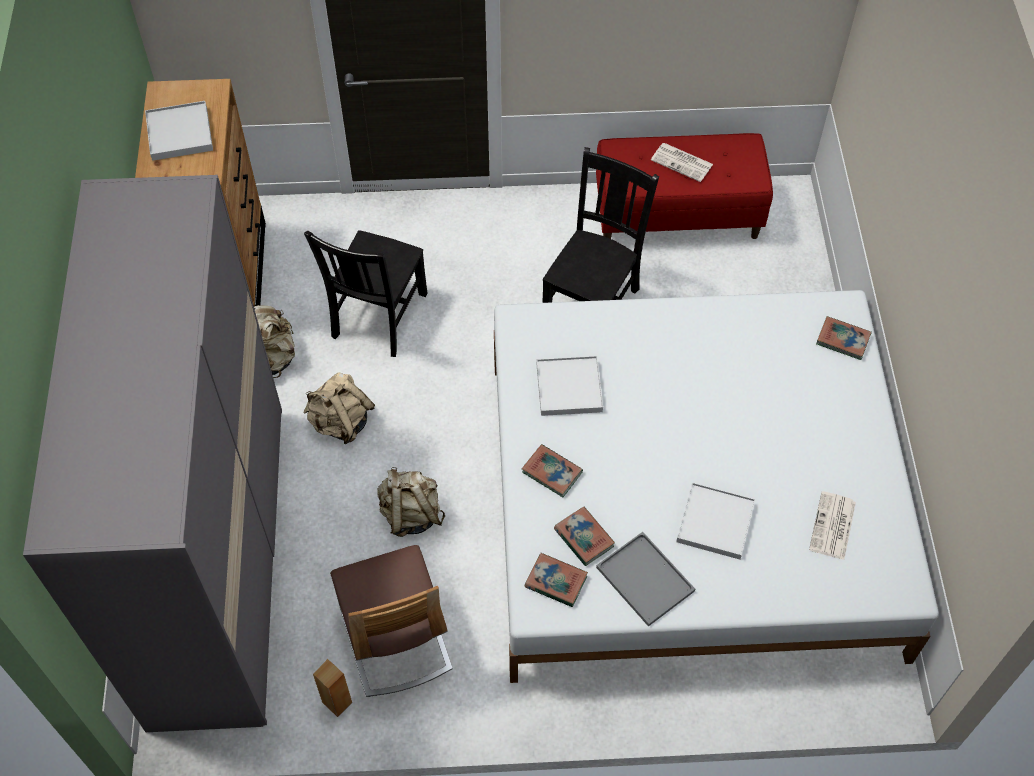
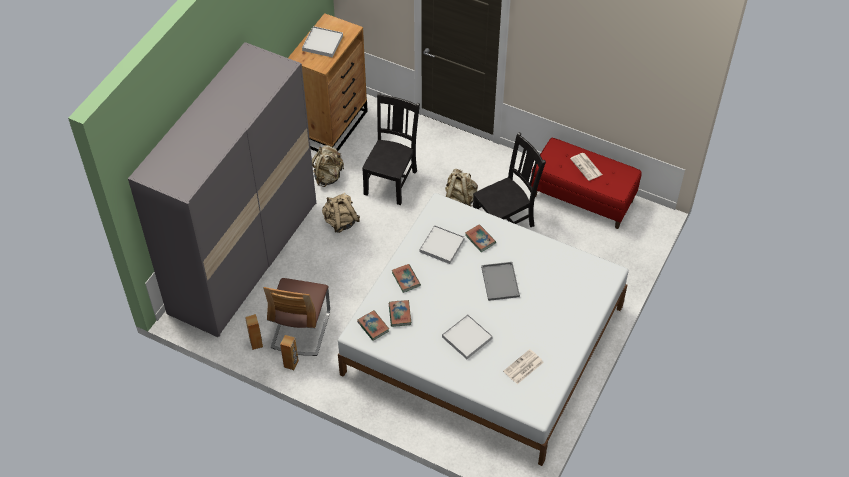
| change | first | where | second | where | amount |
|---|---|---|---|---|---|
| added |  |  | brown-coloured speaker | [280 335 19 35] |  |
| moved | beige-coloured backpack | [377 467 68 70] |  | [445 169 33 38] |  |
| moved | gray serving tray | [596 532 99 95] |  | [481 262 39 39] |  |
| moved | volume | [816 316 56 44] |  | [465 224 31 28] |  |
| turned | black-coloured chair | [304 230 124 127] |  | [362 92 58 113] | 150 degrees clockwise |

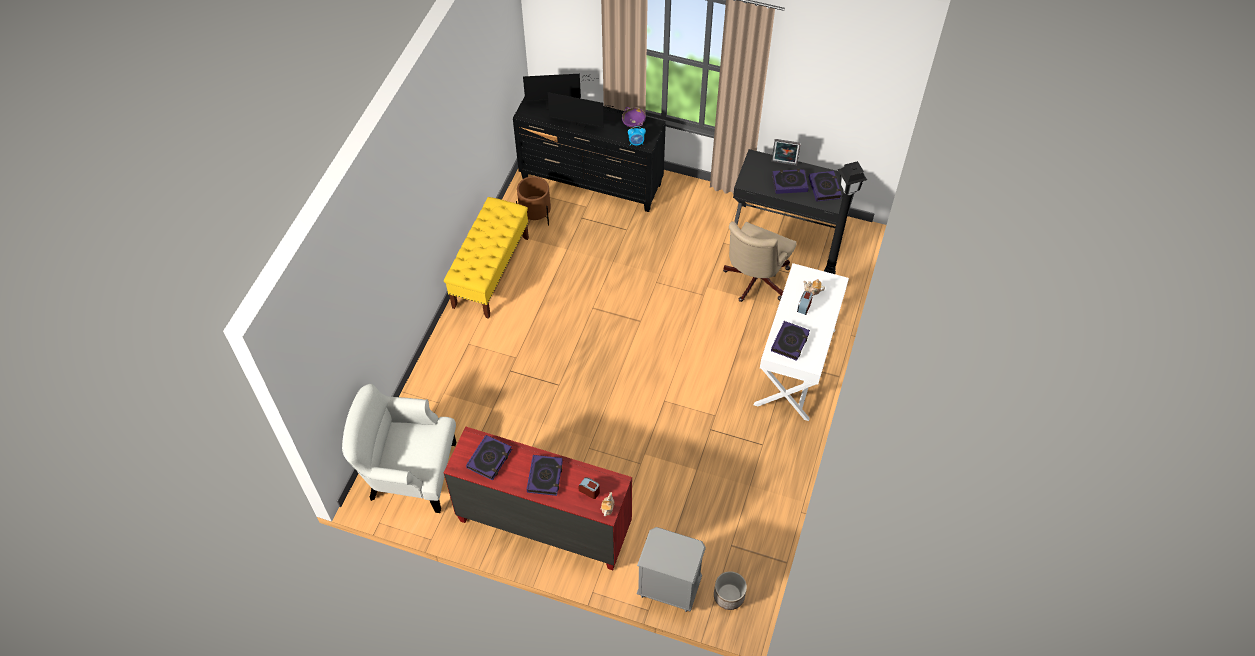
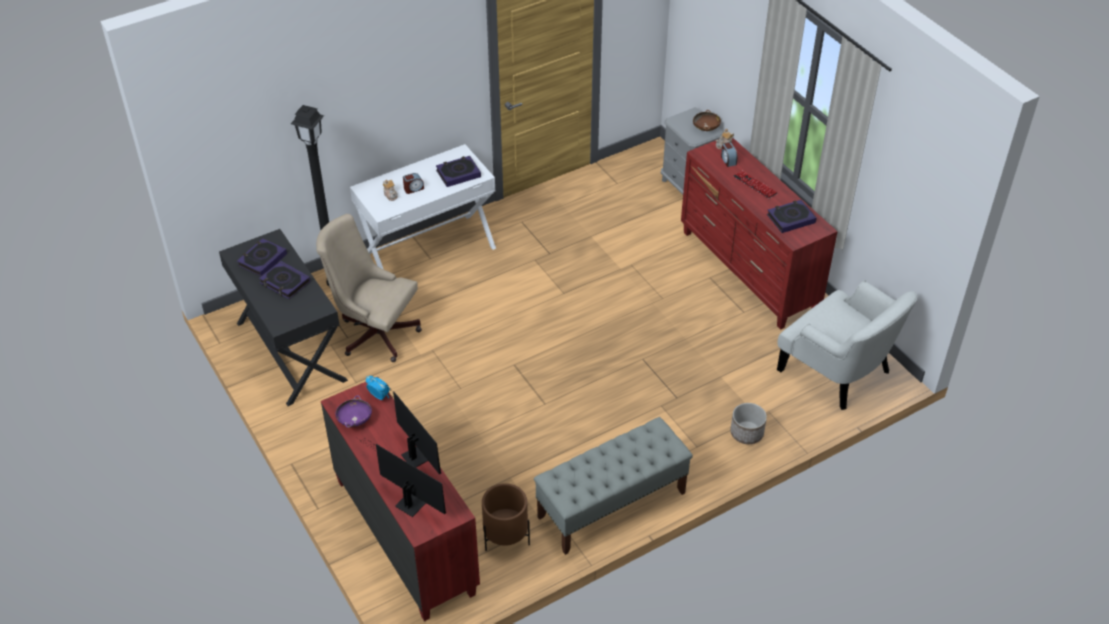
| change | first | where | second | where | amount |
|---|---|---|---|---|---|
| removed | standing frame | [771 139 30 27] |  |  |  |
| added |  |  | brown-coloured deep dish | [693 110 28 21] |  |
| moved | planter | [714 571 33 39] |  | [730 403 37 41] |  |
| replaced | volume | [527 455 36 41] | keyboard | [733 171 45 28] |  |
| recoloured | yellow-coloured indoor bench | [444 197 85 122] | gray indoor bench | [534 417 159 138] |  |
| recoloured | black-coloured drawer chest | [513 96 153 116] | red-coloured drawer chest | [321 377 159 244] |  |
| turned | beige-coloured desk chair | [723 221 74 81] |  | [316 214 106 148] | 135 degrees counterclockwise |

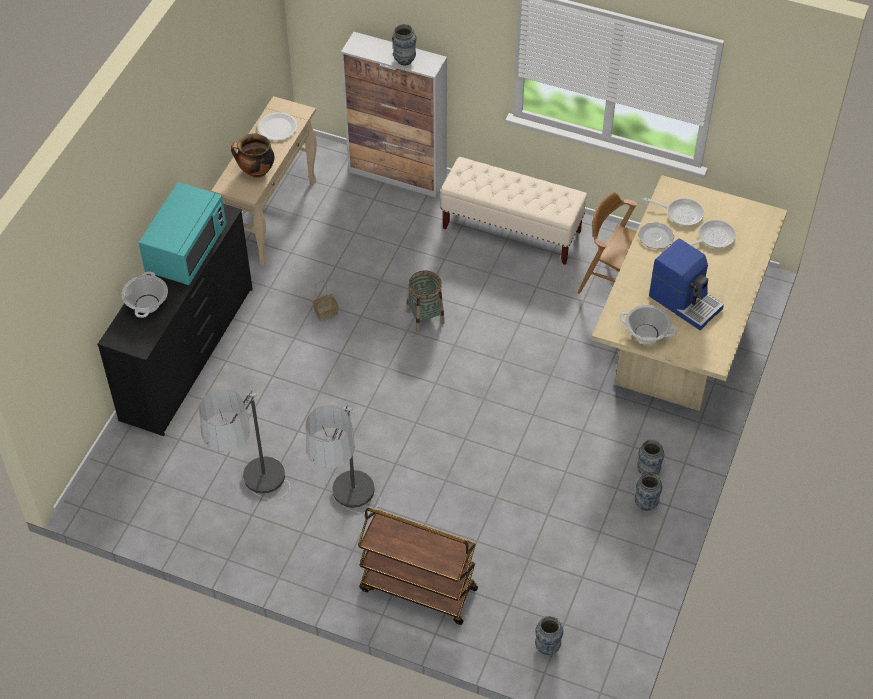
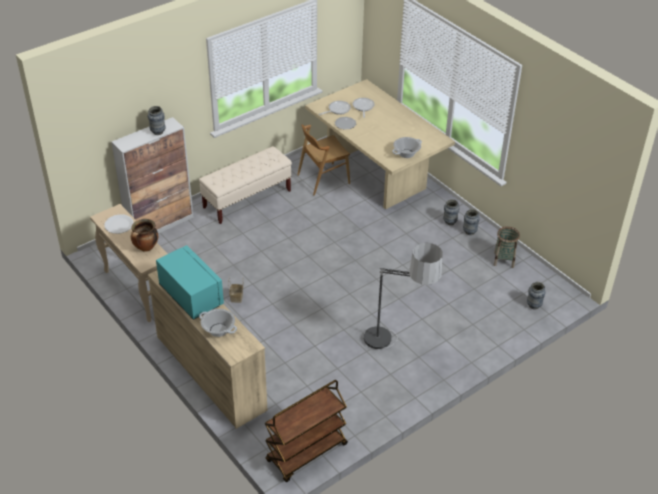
| change | first | where | second | where | amount |
|---|---|---|---|---|---|
| removed | standard lamp | [199 389 91 111] |  |  |  |
| removed | coffee maker | [649 239 75 91] |  |  |  |
| moved | brown-coloured wheeled cart | [358 508 120 117] |  | [265 380 83 102] |  |
| moved | household basket | [406 271 39 61] |  | [494 226 26 42] |  |
| recoloured | black-coloured drawer chest | [97 204 156 232] | beige-coloured drawer chest | [148 270 120 159] |  |

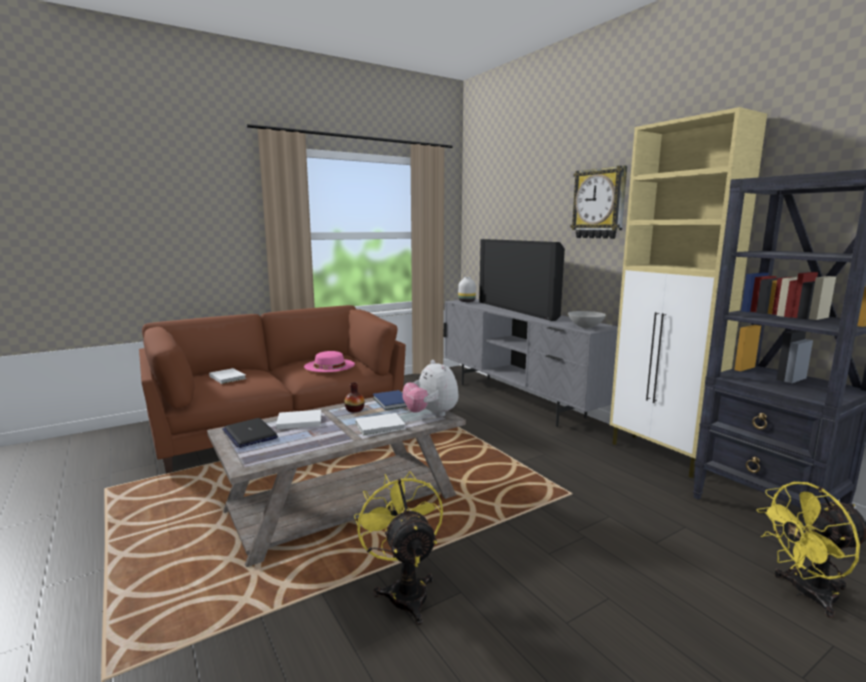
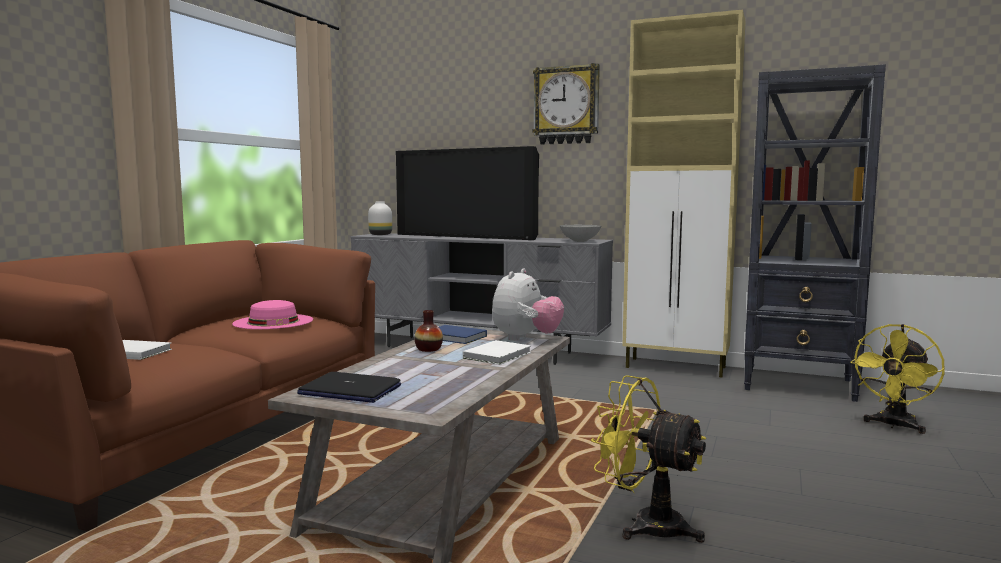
| change | first | where | second | where | amount |
|---|---|---|---|---|---|
| removed | white volume | [276 410 45 20] |  |  |  |
| turned | cuddly toy | [403 360 55 57] |  | [492 269 72 72] | 90 degrees counterclockwise |

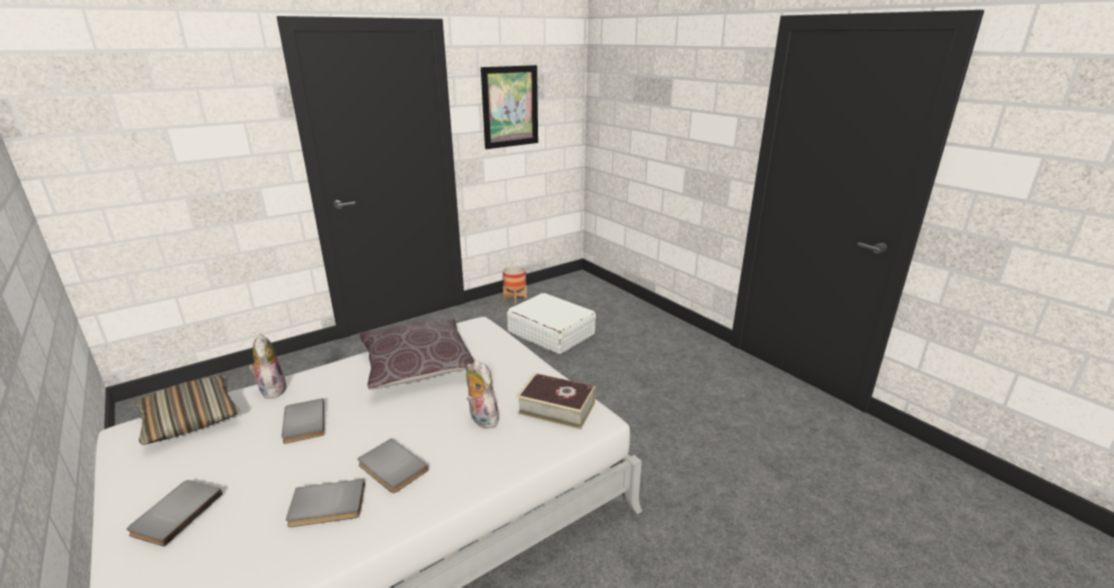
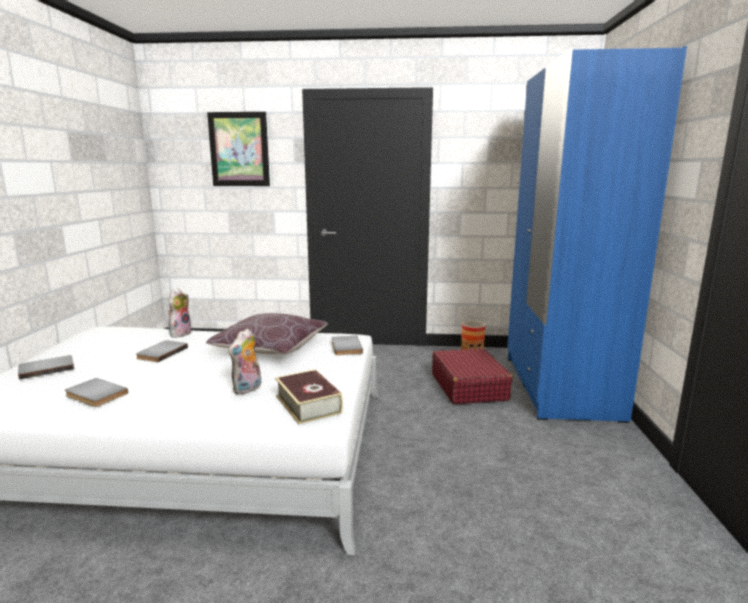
| change | first | where | second | where | amount |
|---|---|---|---|---|---|
| removed | throw pillow | [135 375 105 70] |  |  |  |
| added |  |  | blue-coloured armoire | [507 46 180 377] |  |
| moved | gray volume | [358 439 71 54] |  | [332 336 31 19] |  |
| moved | wall picture | [481 65 57 84] |  | [207 112 63 74] |  |
| recoloured | white travel case | [507 293 89 61] | red-coloured travel case | [432 348 81 56] |  |
| turned | cuddly toy | [466 360 33 69] |  | [228 328 33 67] | 150 degrees counterclockwise |

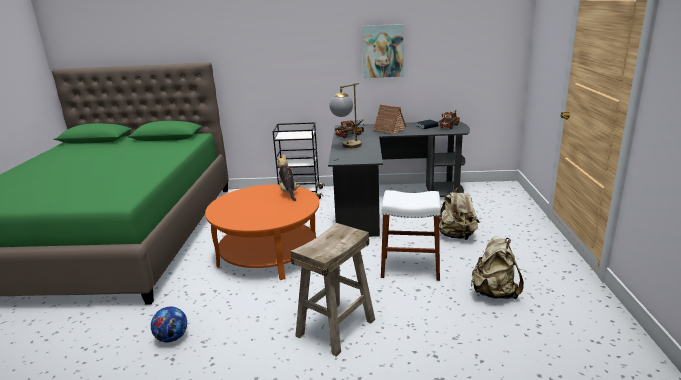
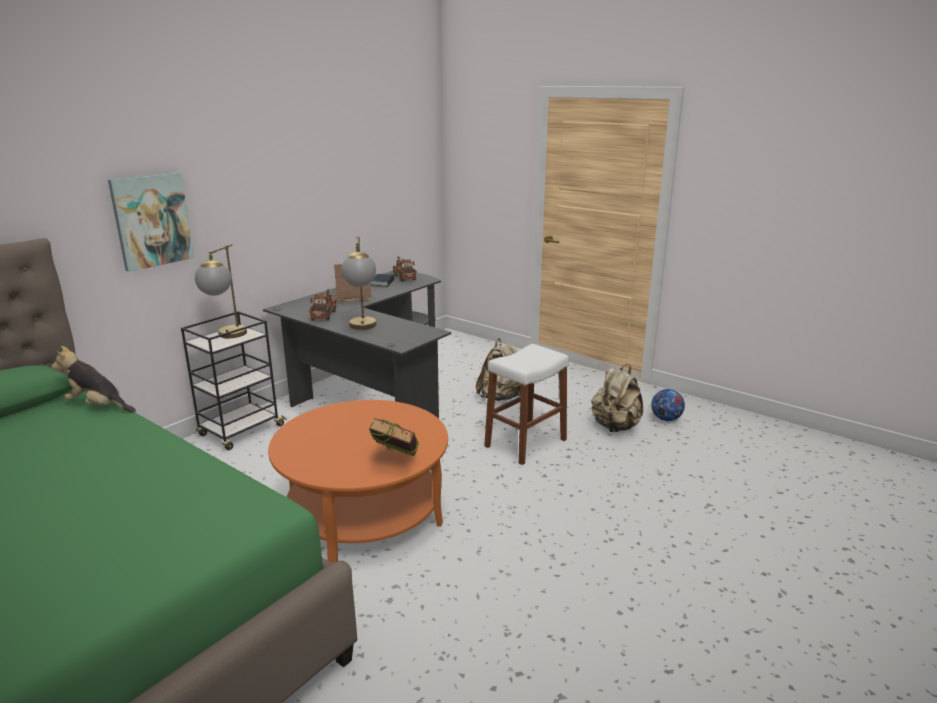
| change | first | where | second | where | amount |
|---|---|---|---|---|---|
| removed | beige-coloured sitting stool | [290 223 85 134] |  |  |  |
| added |  |  | tabletop lamp | [195 244 52 94] |  |
| added |  |  | volume | [369 418 50 38] |  |
| moved | football ball | [151 307 36 35] |  | [651 389 34 32] |  |
| moved | cuddly toy | [277 155 23 46] |  | [52 346 84 67] |  |
| moved | wall picture | [362 24 42 54] |  | [108 172 86 100] |  |

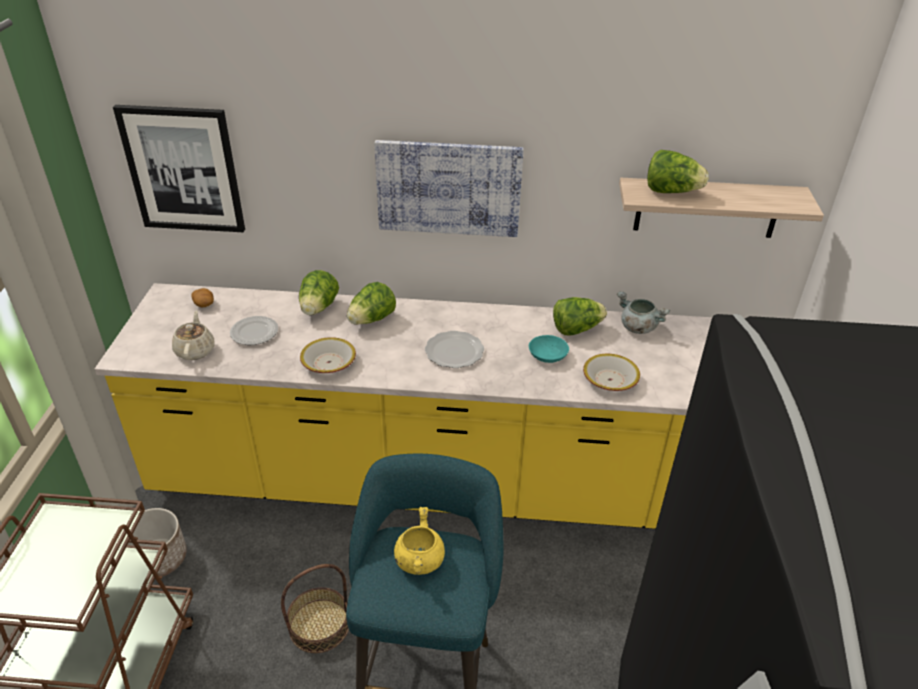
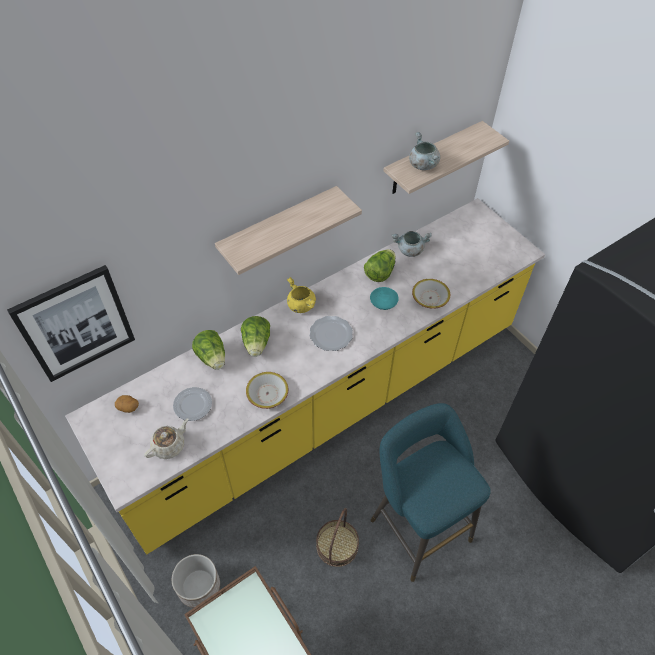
| change | first | where | second | where | amount |
|---|---|---|---|---|---|
| moved | yellow-coloured stockpot | [394 507 51 68] |  | [287 277 29 36] |  |
| replaced | wall picture | [374 140 150 97] | shelf | [215 186 147 89] |  |
| replaced | lettuce head | [647 150 62 43] | gray stockpot | [409 132 31 38] |  |
| turned | beige-coloured tea pot | [172 310 43 50] |  | [144 418 44 41] | 90 degrees clockwise |

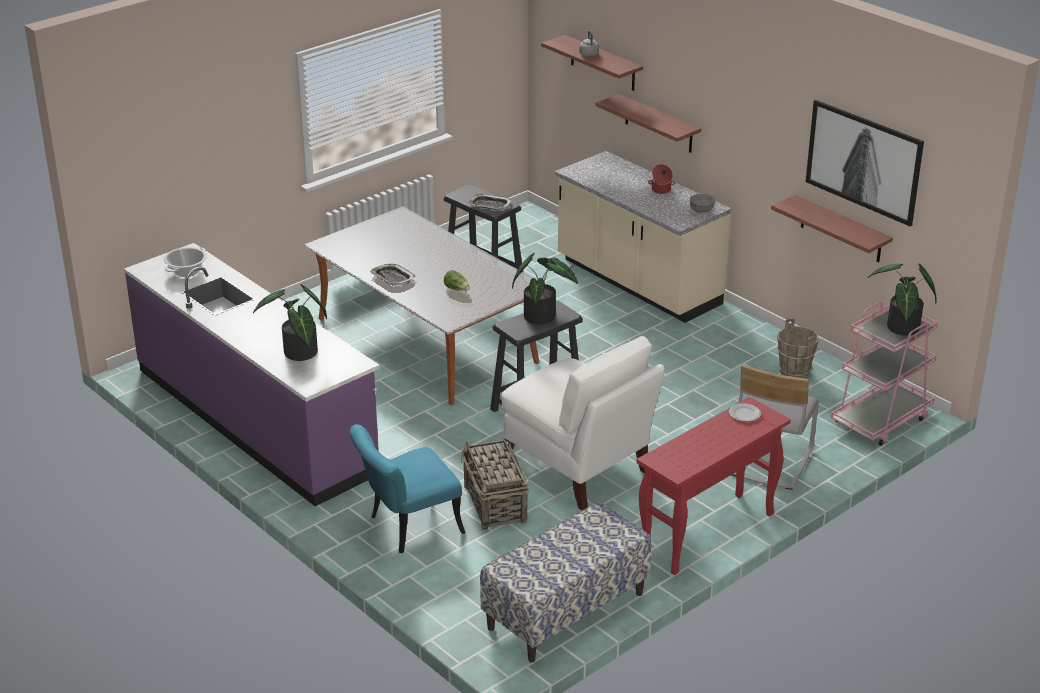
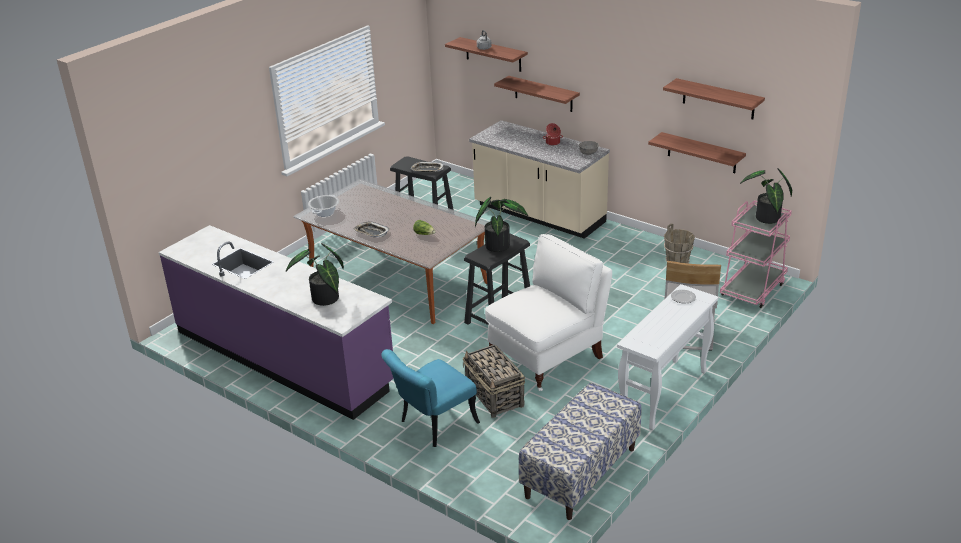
| change | first | where | second | where | amount |
|---|---|---|---|---|---|
| moved | stockpot | [164 247 43 30] |  | [308 195 31 22] |  |
| replaced | wall picture | [806 100 118 127] | shelf | [663 78 102 41] |  |
| recoloured | red-coloured console table | [636 397 155 178] | white console table | [617 284 102 146] |  |
| turned | white chair | [501 336 163 174] |  | [485 234 127 157] | 75 degrees counterclockwise |

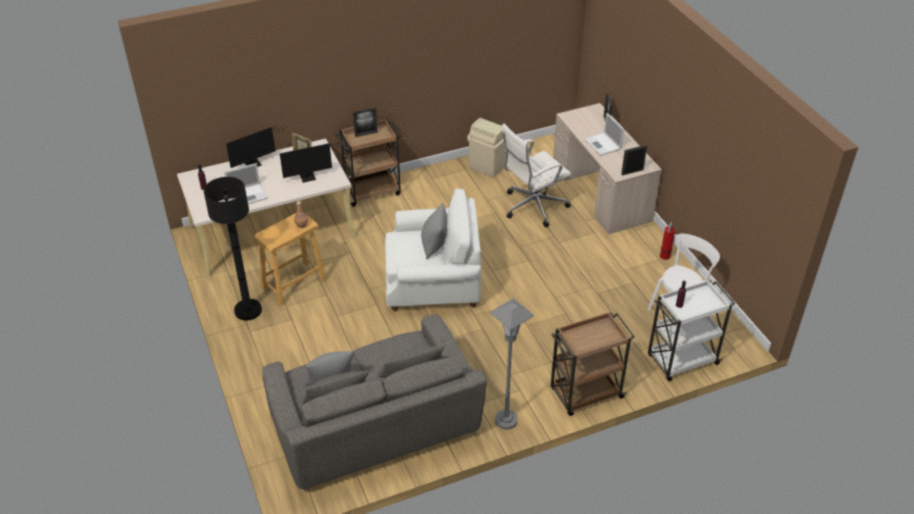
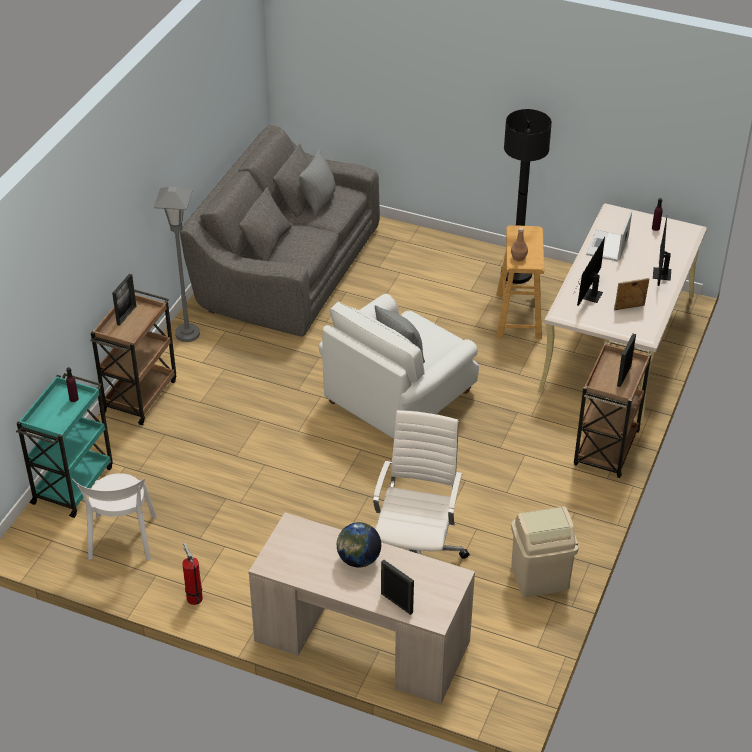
| change | first | where | second | where | amount |
|---|---|---|---|---|---|
| moved | standing frame | [621 145 26 31] |  | [112 274 24 52] |  |
| replaced | notebook computer | [584 113 40 43] | world globe | [337 522 44 46] |  |
| recoloured | white wheeled cart | [648 279 87 102] | blue-green wheeled cart | [16 373 97 145] |  |

